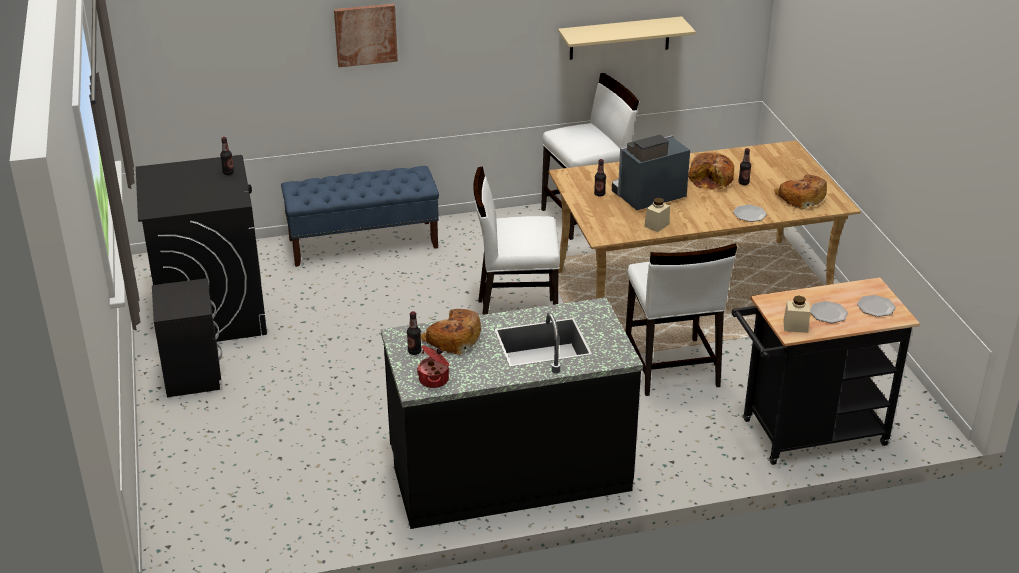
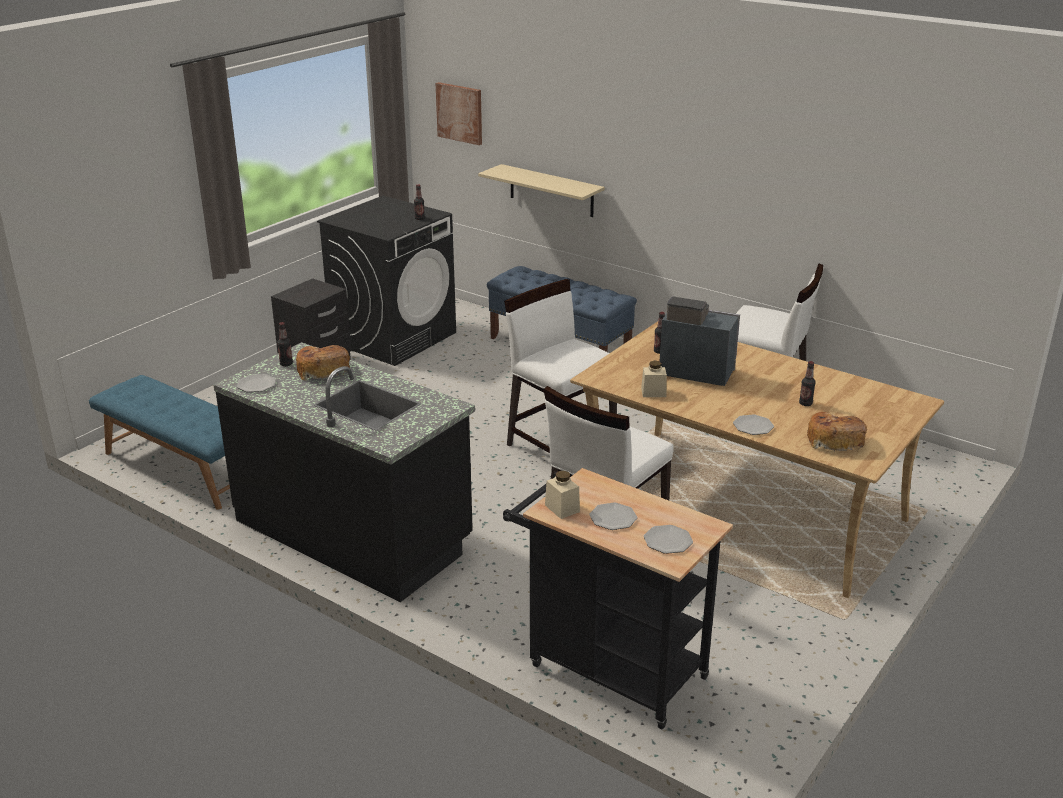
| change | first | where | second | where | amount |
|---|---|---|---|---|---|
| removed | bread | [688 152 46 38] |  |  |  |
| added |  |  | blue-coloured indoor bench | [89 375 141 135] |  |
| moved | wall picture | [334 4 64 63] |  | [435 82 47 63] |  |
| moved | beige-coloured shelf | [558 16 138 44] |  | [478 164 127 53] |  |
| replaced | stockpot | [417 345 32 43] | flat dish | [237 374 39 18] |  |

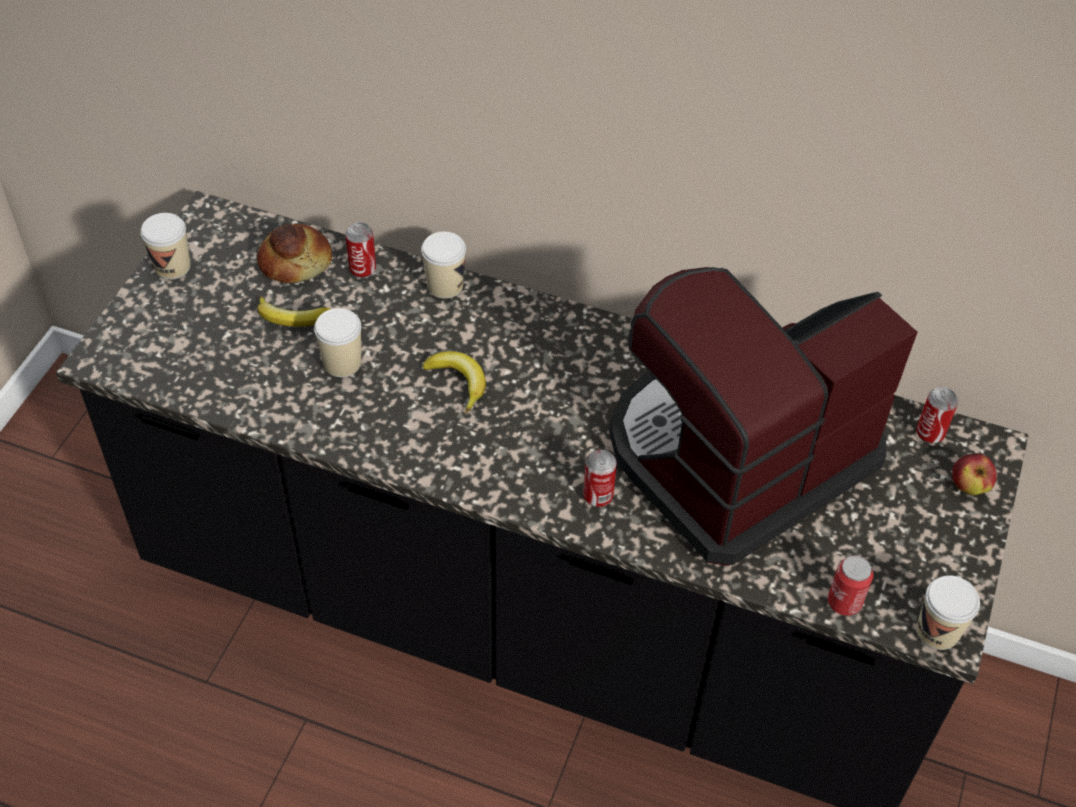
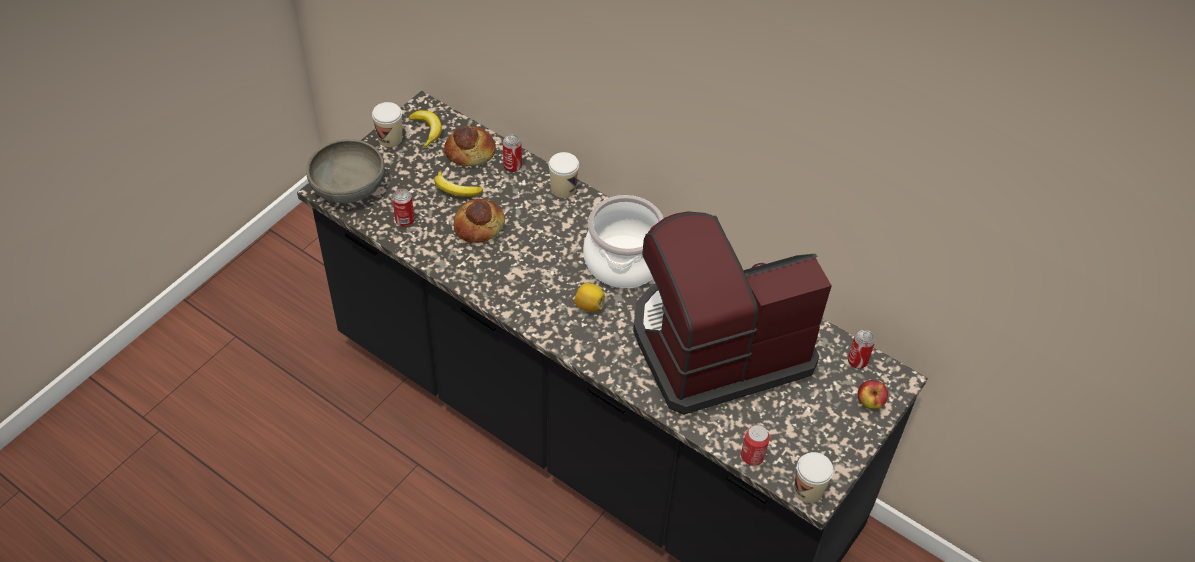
| change | first | where | second | where | amount |
|---|---|---|---|---|---|
| added |  |  | gray deep dish | [306 139 79 64] |  |
| added |  |  | citrus fruit | [574 283 31 29] |  |
| added |  |  | stockpot | [583 195 81 93] |  |
| moved | banana fruit | [422 351 64 62] |  | [409 110 33 39] |  |
| moved | can | [583 449 34 58] |  | [392 189 23 38] |  |
| replaced | cup | [314 308 47 69] | bread | [454 199 51 44] |  |

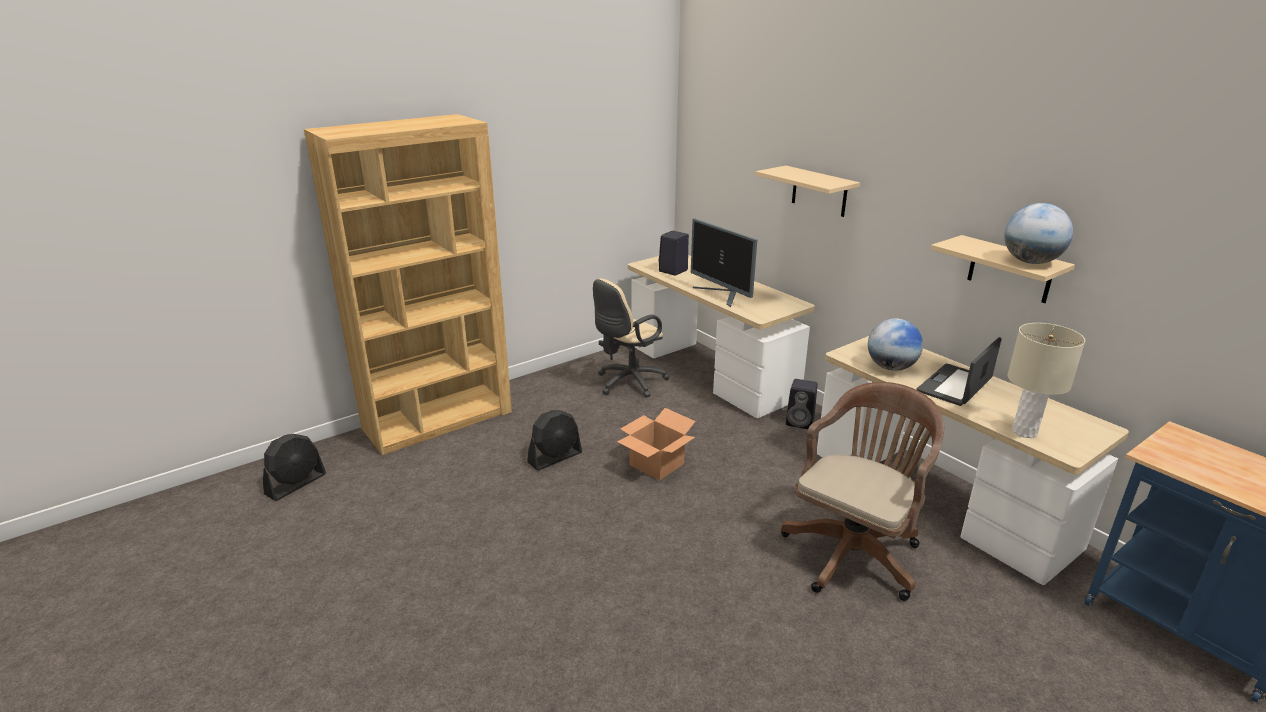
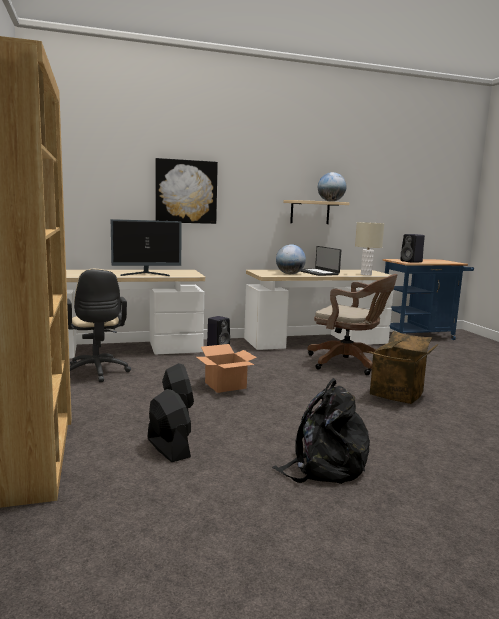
| change | first | where | second | where | amount |
|---|---|---|---|---|---|
| added |  |  | black-coloured backpack | [272 378 98 106] |  |
| added |  |  | carton | [368 331 70 73] |  |
| moved | black-coloured fan | [263 434 63 67] |  | [148 389 43 73] |  |
| moved | black-coloured speaker | [659 231 30 45] |  | [400 234 25 29] |  |
| replaced | beige-coloured shelf | [755 166 105 51] | wall picture | [155 158 63 66] |  |
| turned | brown-coloured desk chair | [781 382 163 219] |  | [307 274 91 101] | 150 degrees clockwise |

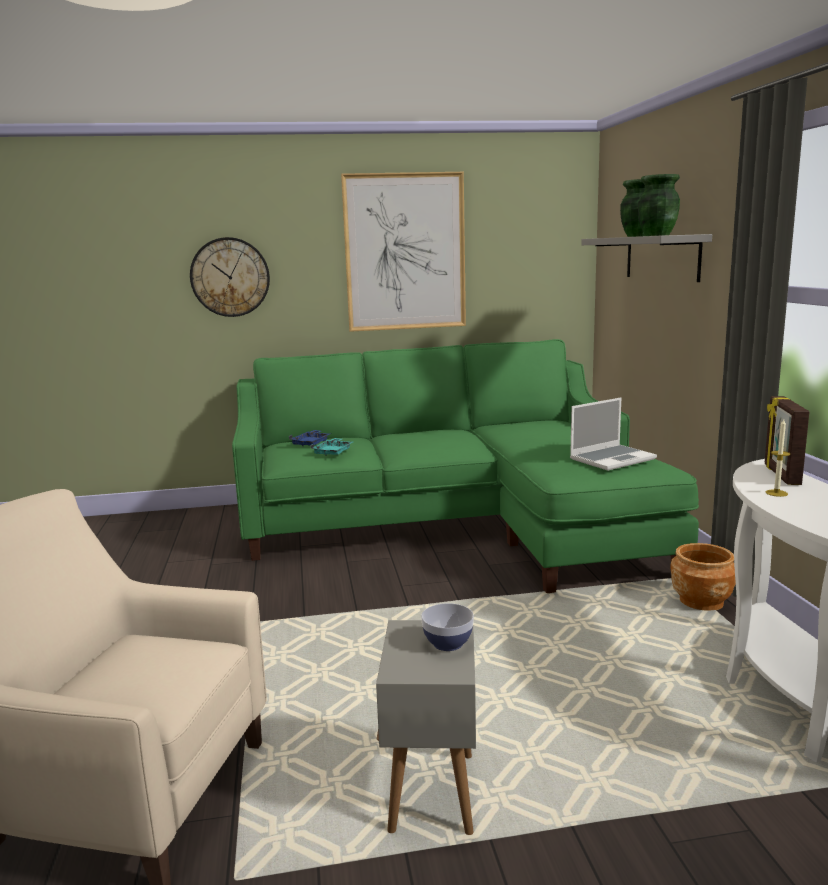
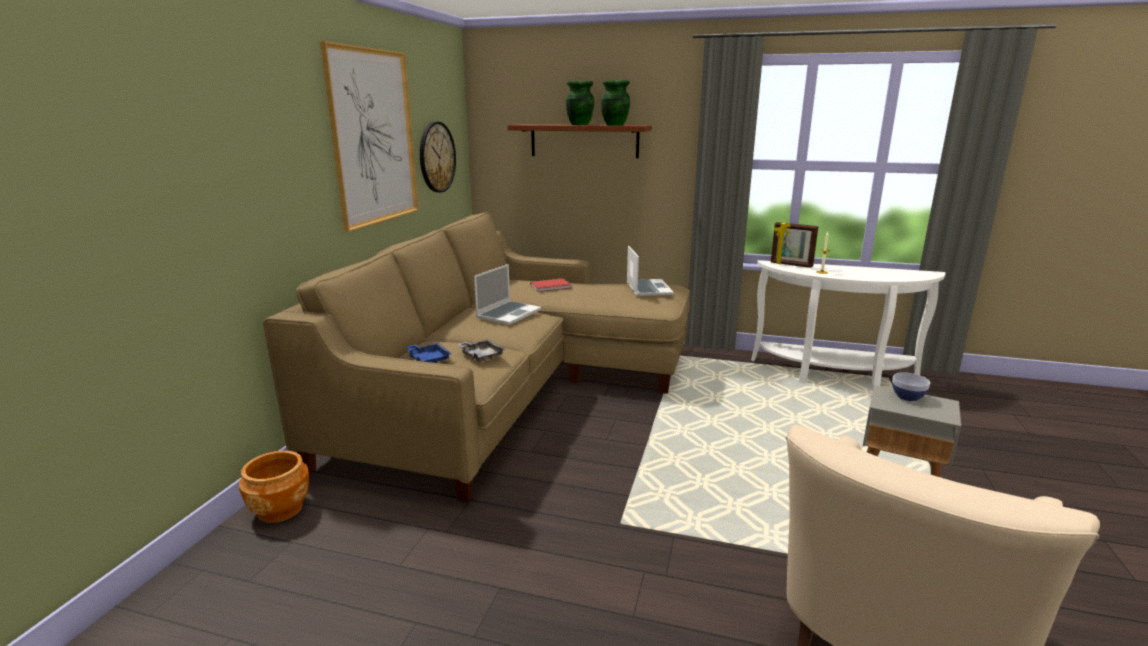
| change | first | where | second | where | amount |
|---|---|---|---|---|---|
| added |  |  | notebook computer | [474 264 67 61] |  |
| added |  |  | red-coloured volume | [530 278 42 14] |  |
| moved | clock on the wall | [190 237 80 80] |  | [420 122 36 71] |  |
| moved | brown-coloured planter | [670 543 66 68] |  | [239 451 70 72] |  |
| recoloured | green couch | [232 339 467 254] | beige-coloured couch | [263 212 427 291] |  |
| recoloured | blue-green serving tray | [310 438 43 18] | gray serving tray | [458 339 48 23] |  |
| recoloured | gray shelf | [581 234 131 48] | brown-coloured shelf | [508 124 144 34] |  |

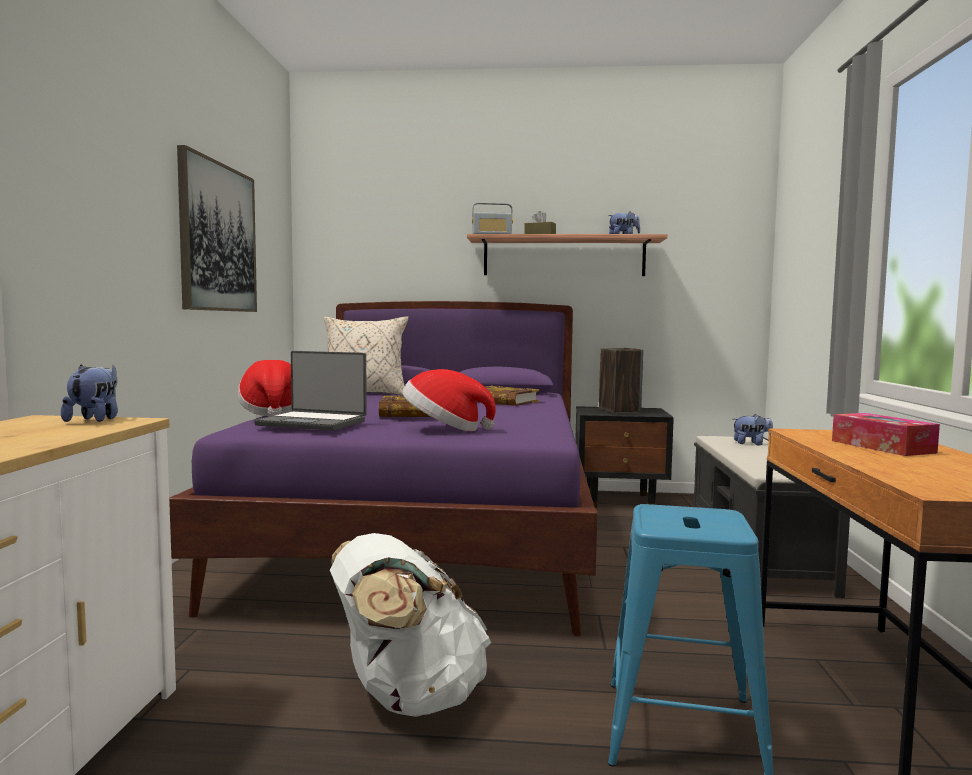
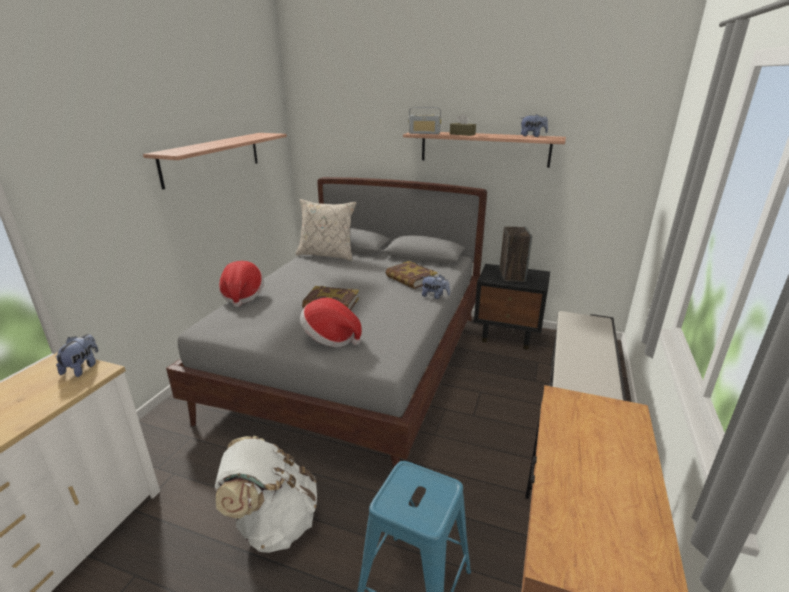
| change | first | where | second | where | amount |
|---|---|---|---|---|---|
| removed | notebook computer | [254 351 113 80] |  |  |  |
| removed | tissue holder | [832 413 108 43] |  |  |  |
| moved | cuddly toy | [733 414 40 31] |  | [422 275 28 24] |  |
| replaced | wall picture | [177 145 80 167] | shelf | [143 133 144 56] |  |
| recoloured | purple-coloured sleeping bed | [169 301 428 335] | gray sleeping bed | [166 177 321 291] |  |

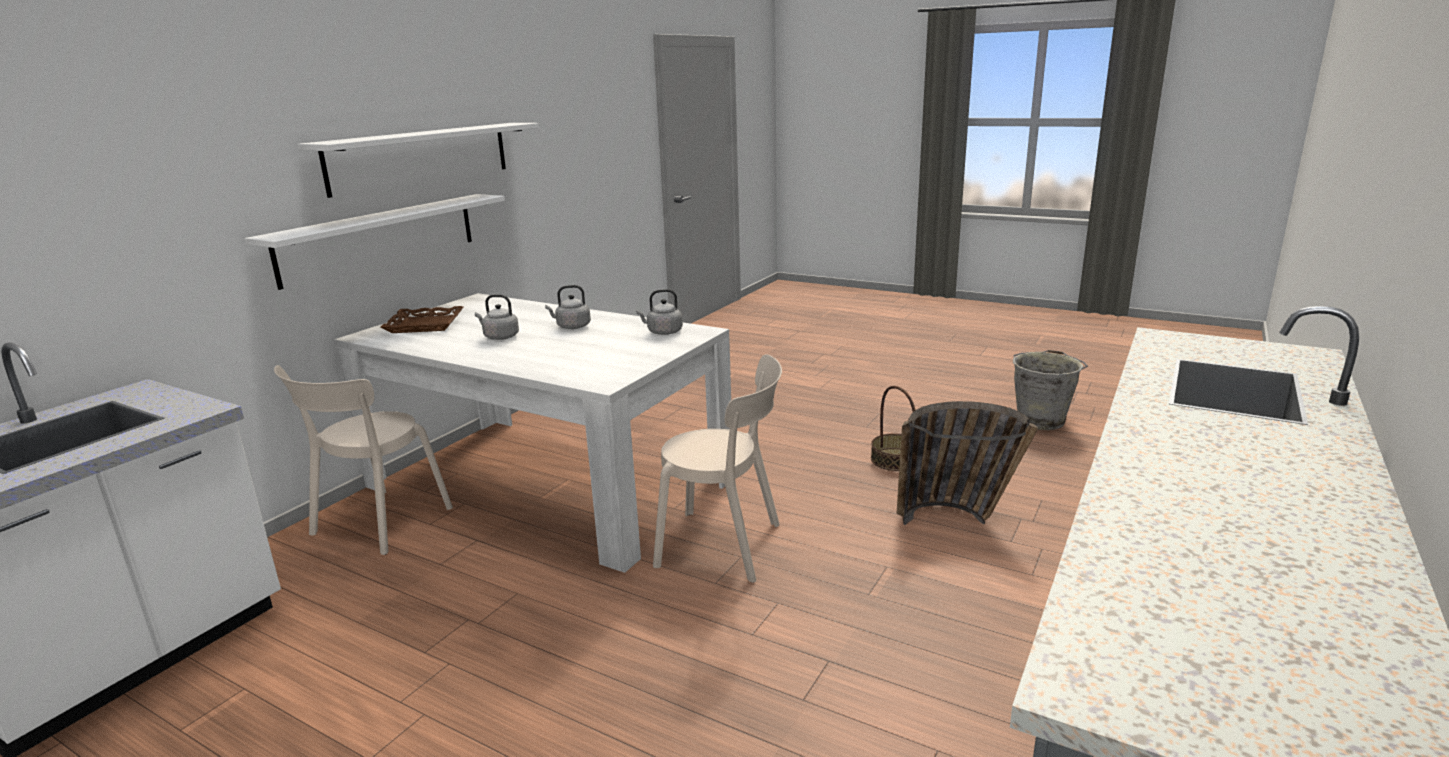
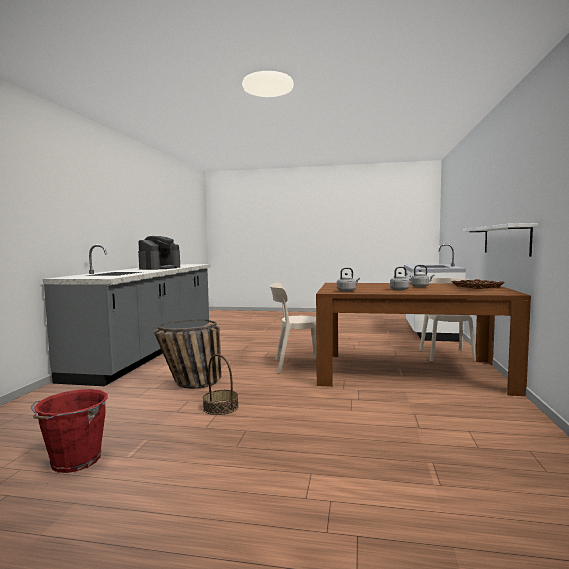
| change | first | where | second | where | amount |
|---|---|---|---|---|---|
| removed | white shelf | [298 123 241 75] |  |  |  |
| added |  |  | coffee maker | [138 236 42 34] |  |
| recoloured | white kitchen table | [334 293 397 280] | brown-coloured kitchen table | [316 283 215 113] |  |
| recoloured | gray water bucket | [1013 350 75 80] | red-coloured water bucket | [31 389 76 84] |  |

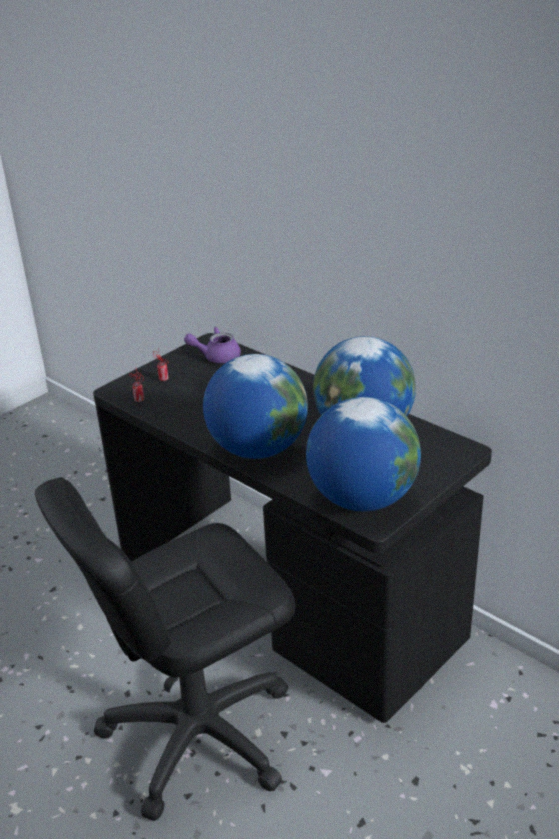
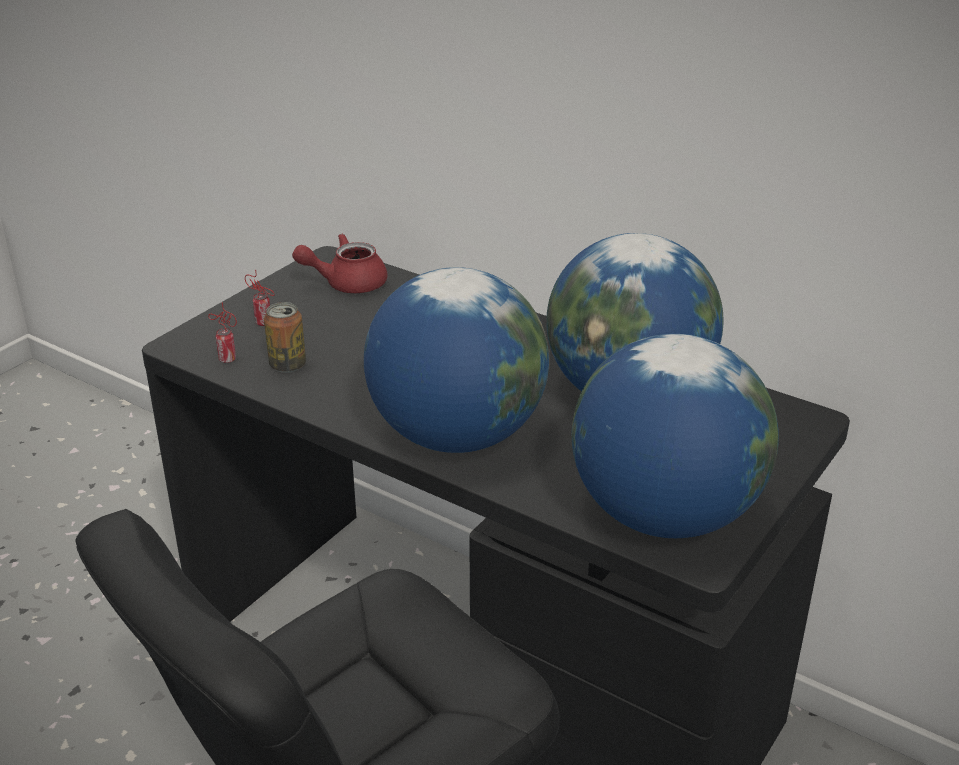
| change | first | where | second | where | amount |
|---|---|---|---|---|---|
| added |  |  | can | [264 302 42 71] |  |
| recoloured | purple-coloured tea pot | [184 327 57 36] | red-coloured tea pot | [292 234 95 59] |  |

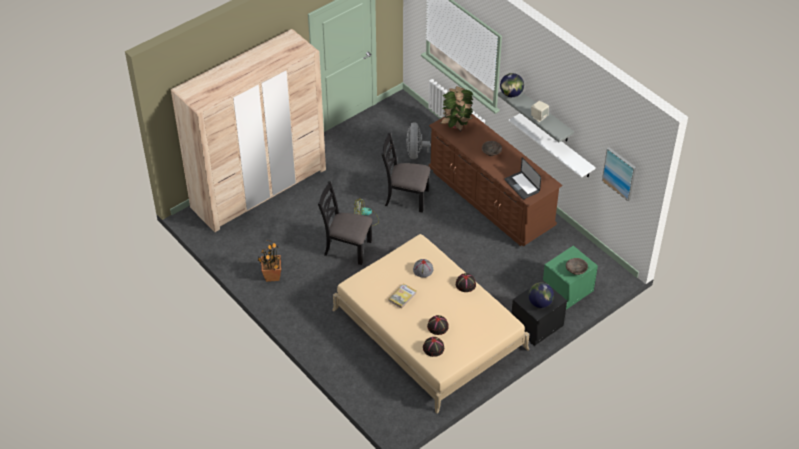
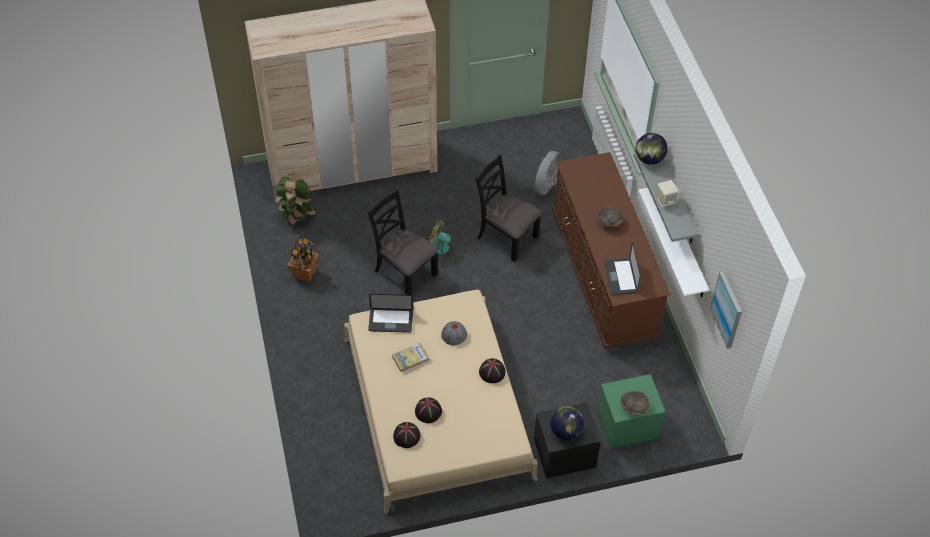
| change | first | where | second | where | amount |
|---|---|---|---|---|---|
| added |  |  | notebook computer | [368 294 45 39] |  |
| moved | houseplant | [440 86 34 46] |  | [274 172 43 54] |  |

